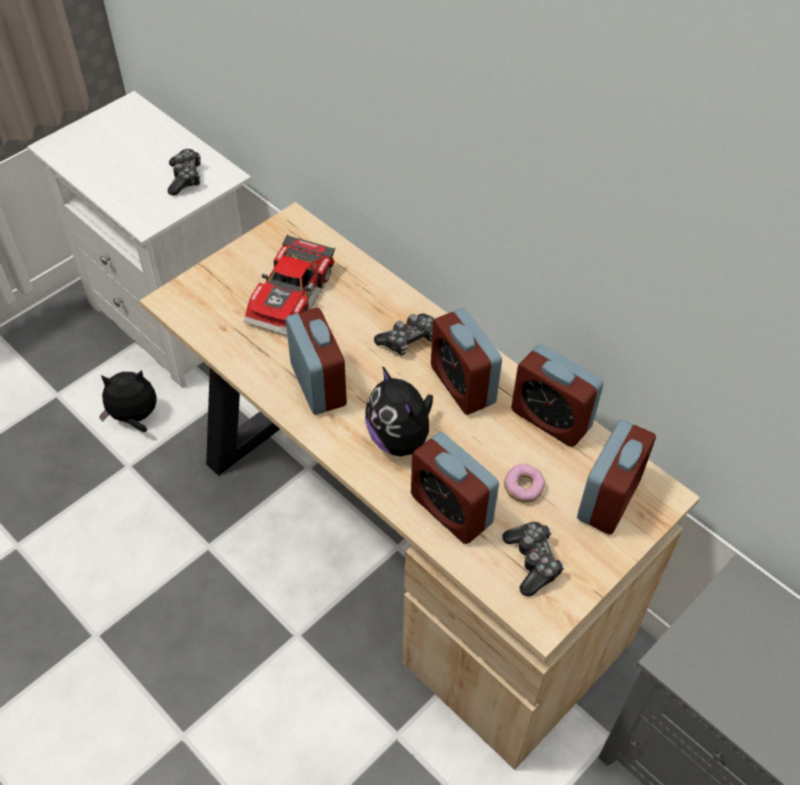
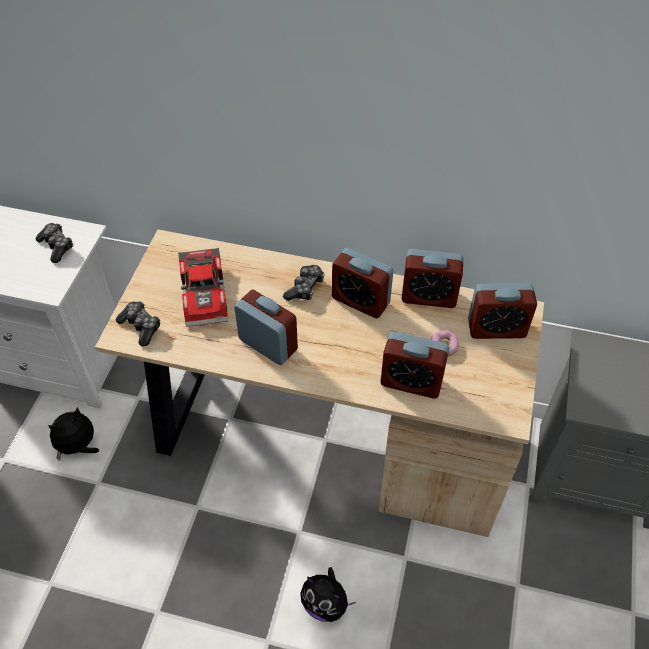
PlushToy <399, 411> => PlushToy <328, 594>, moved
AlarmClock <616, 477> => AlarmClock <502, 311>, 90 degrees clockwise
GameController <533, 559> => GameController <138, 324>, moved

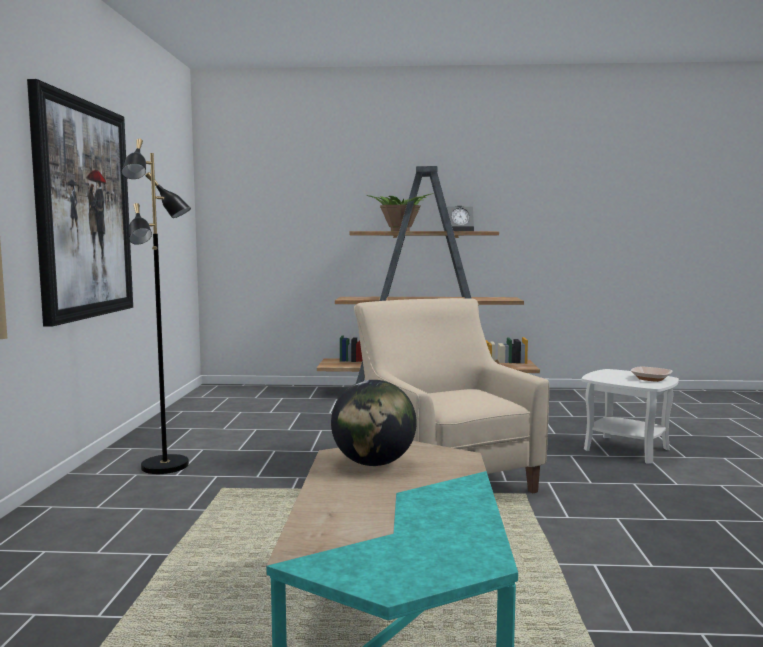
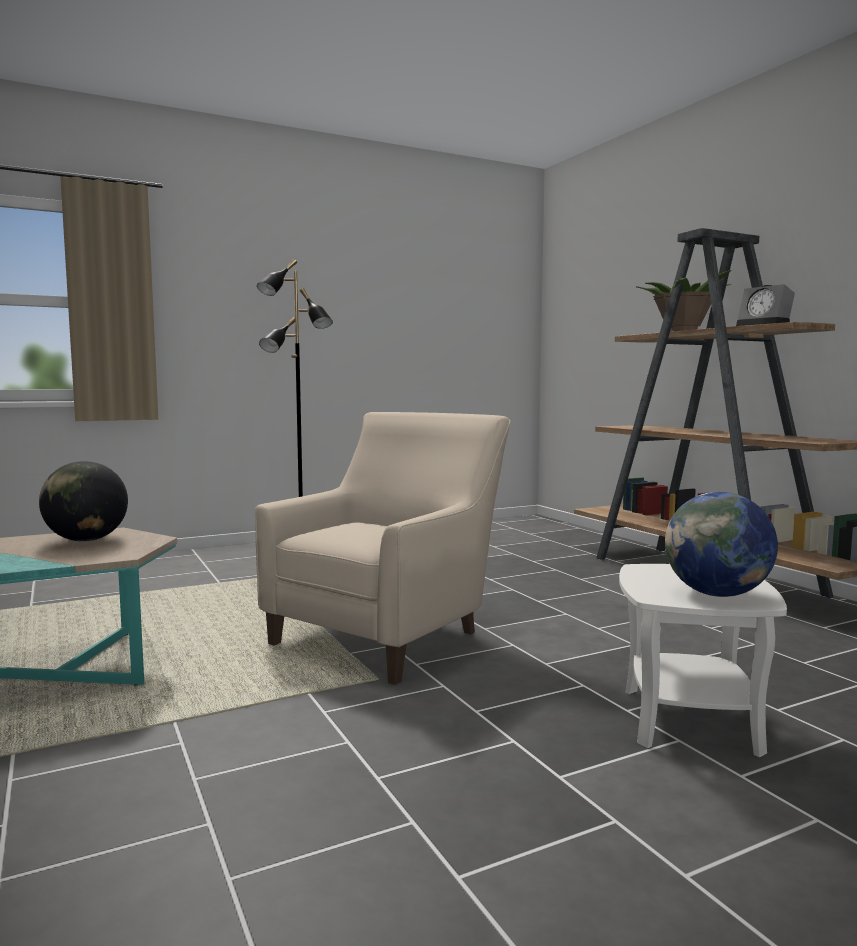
Picture <80, 203> => nothing
Bowl <652, 374> => Globe <721, 544>

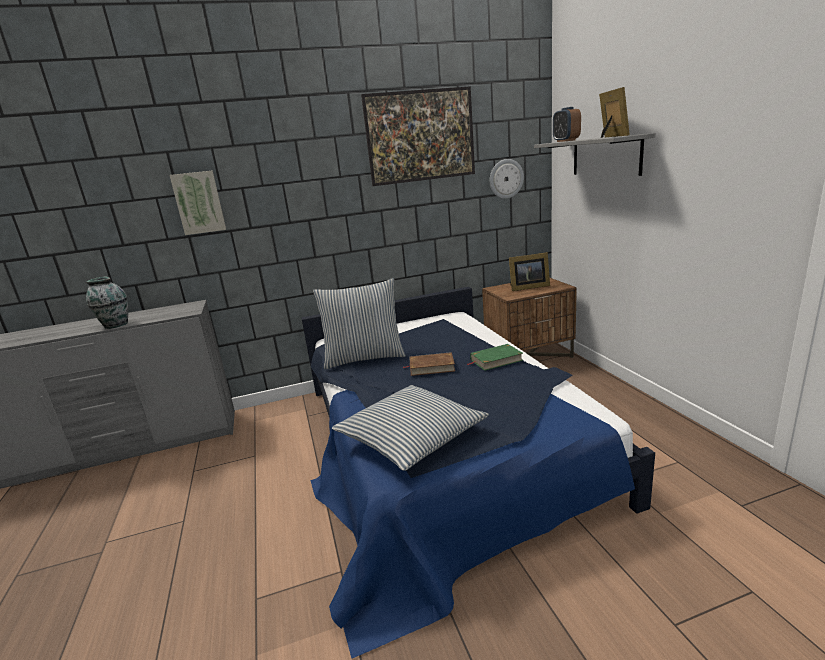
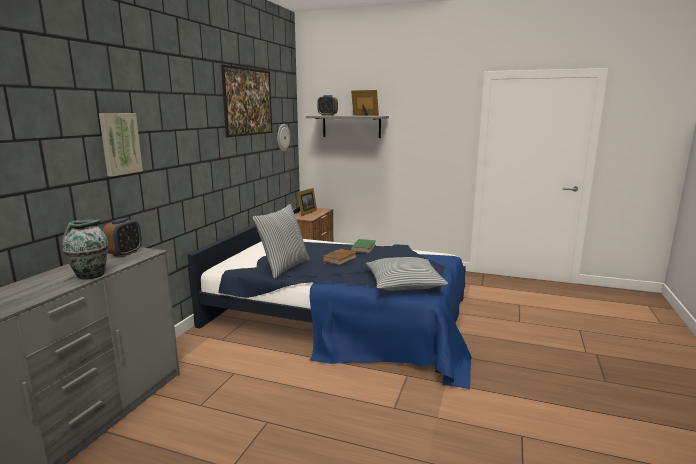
nothing => AlarmClock <122, 237>

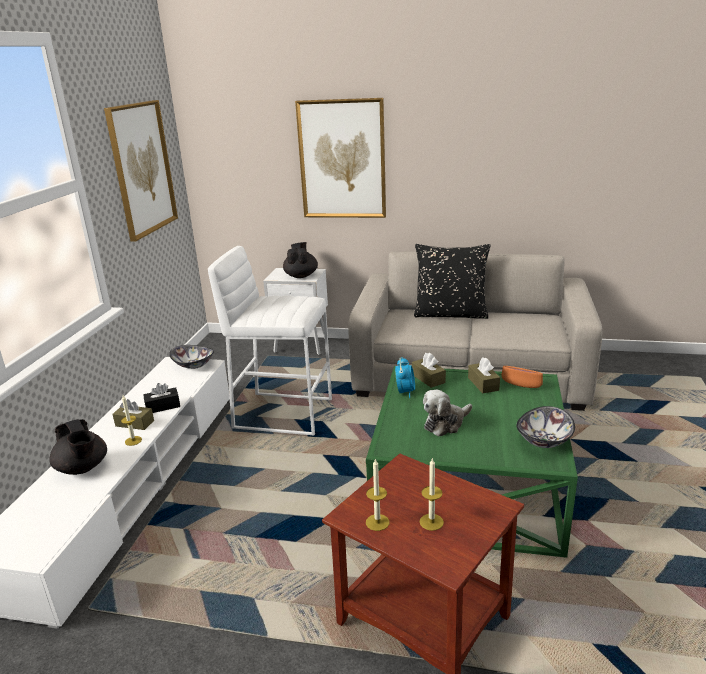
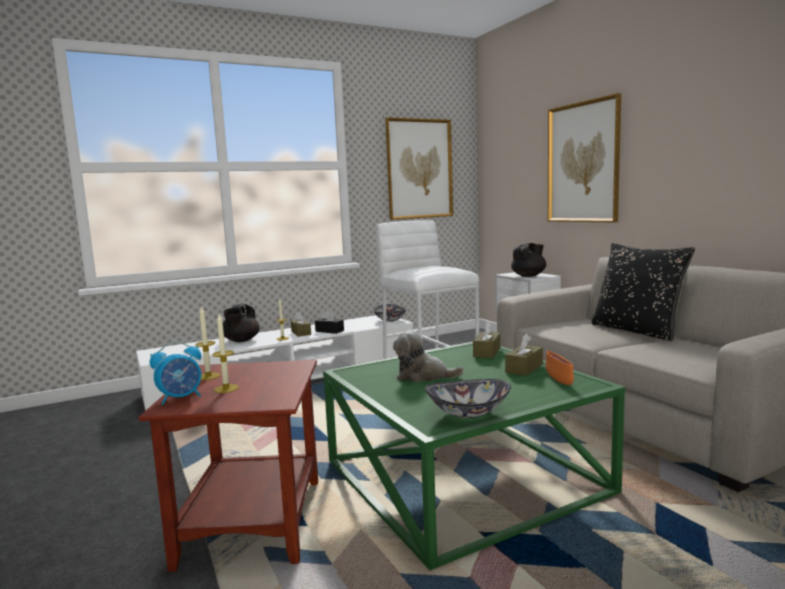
AlarmClock <405, 377> => AlarmClock <175, 373>, moved

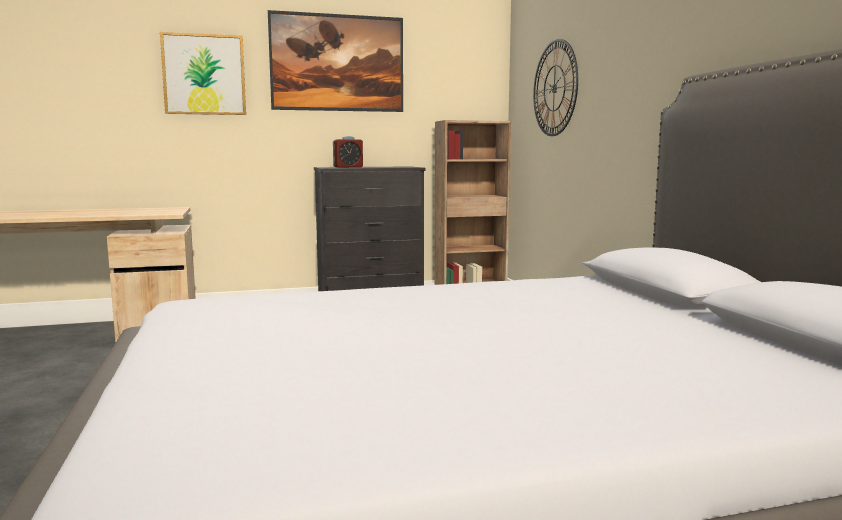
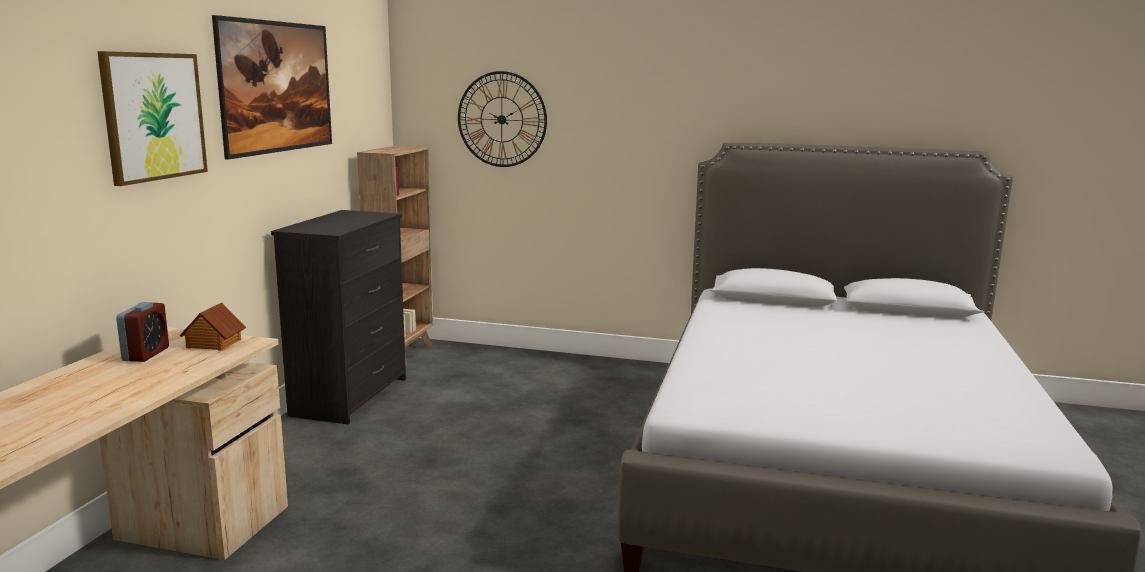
AlarmClock <348, 152> => AlarmClock <142, 332>, moved
nothing => ToyHouse <213, 327>

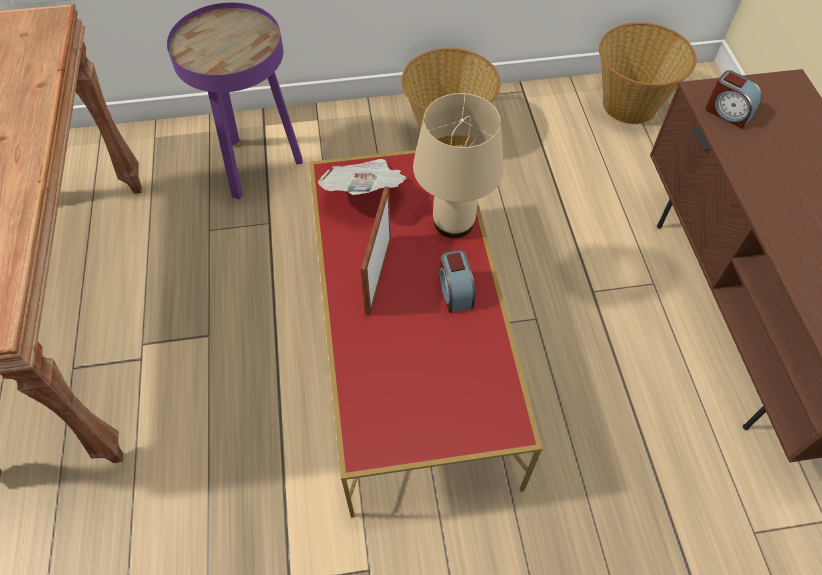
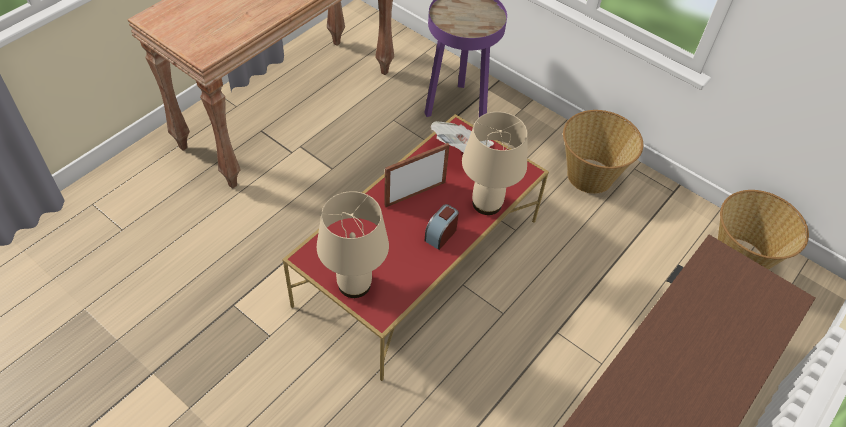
AlarmClock <734, 99> => nothing
nothing => BeigeTableLamp <353, 244>

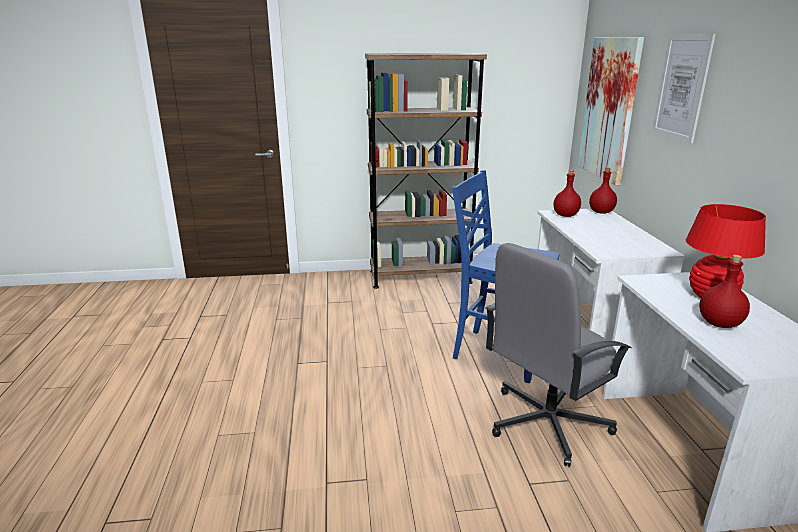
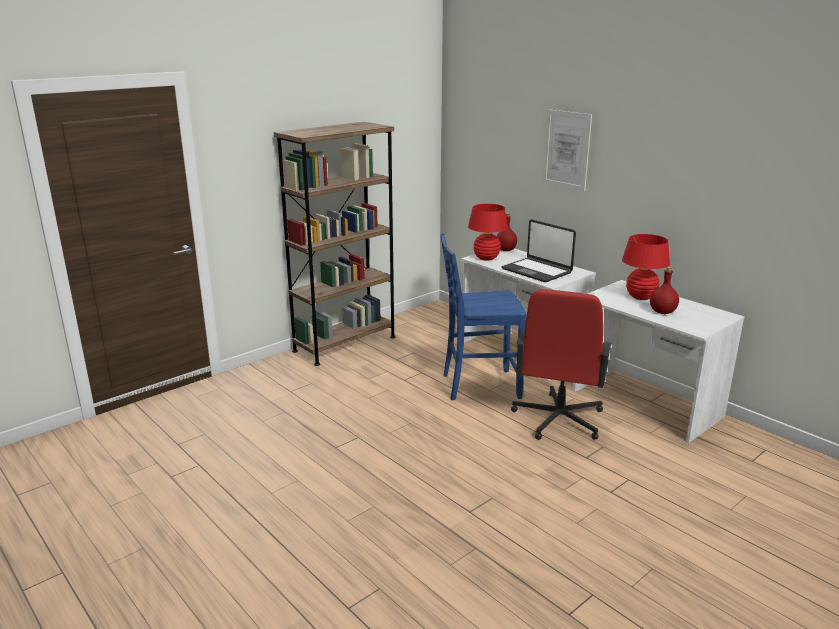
Picture <611, 111> => nothing
RedBottle <567, 193> => RedTableLamp <488, 232>
GreyOfficeChair <558, 355> => RedOfficeChair <561, 364>
nothing => Laptop <539, 250>

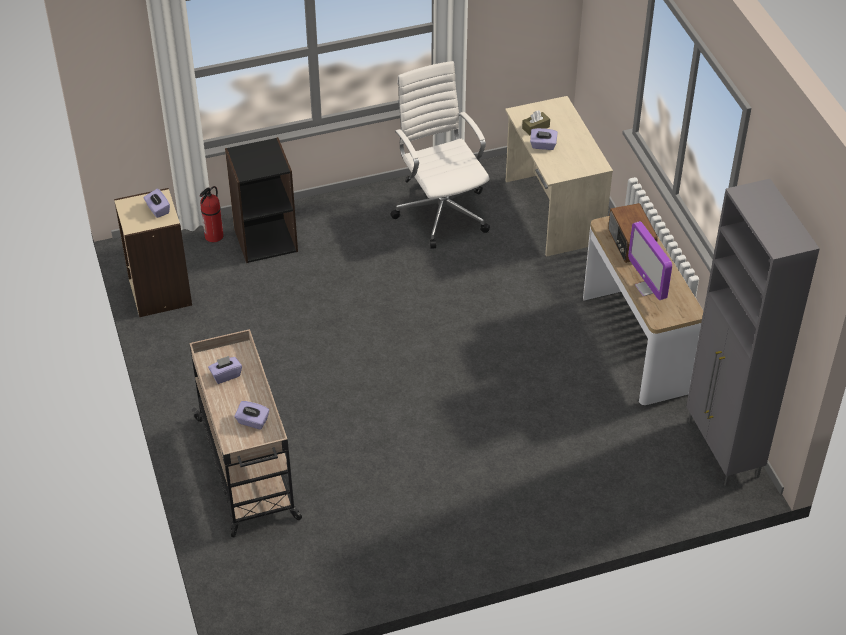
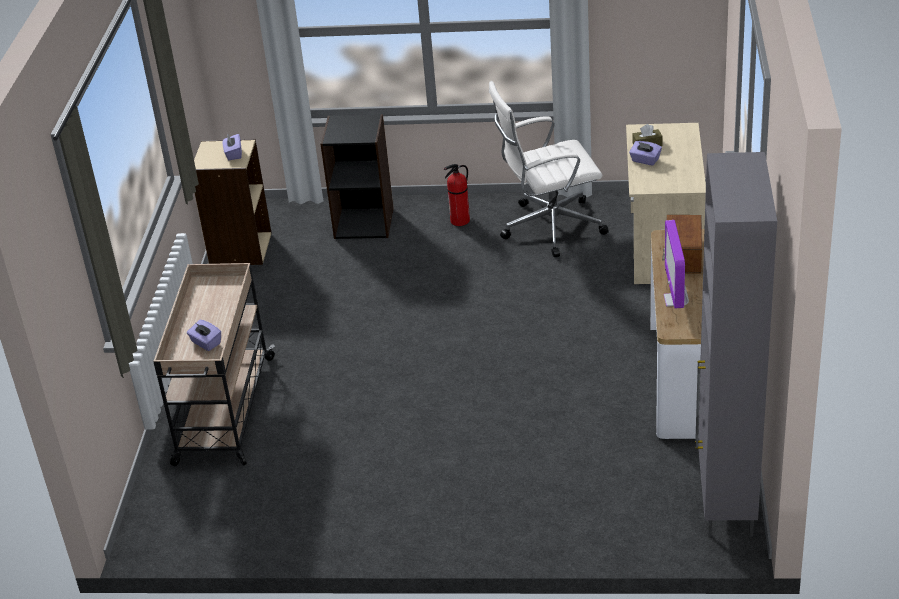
WhiteOfficeChair <440, 155> => WhiteOfficeChair <548, 169>, 105 degrees counterclockwise
FireExtinguisher <212, 214> => FireExtinguisher <457, 195>, moved
PurpleTissueBox <225, 370> => nothing

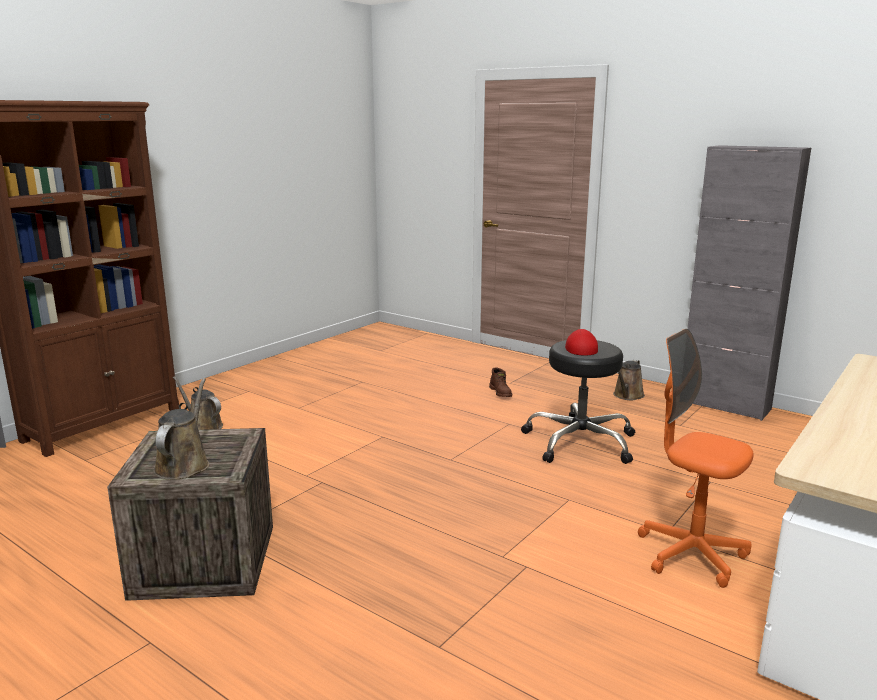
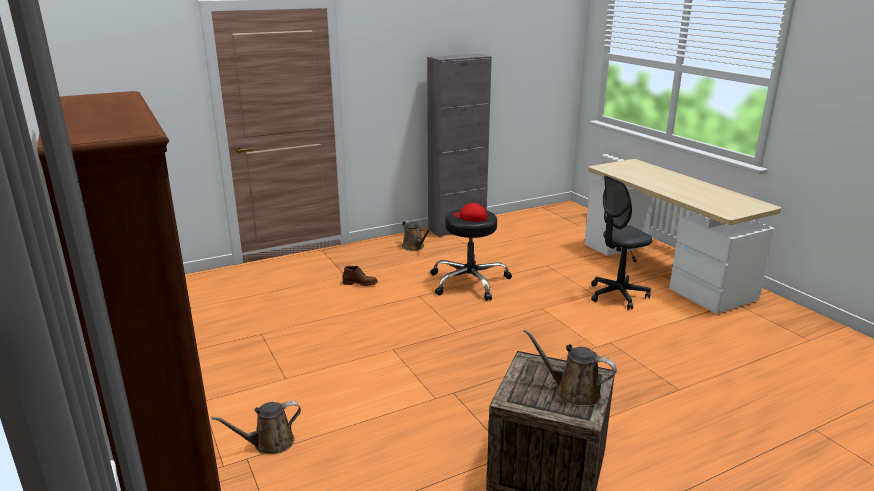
OrangeOfficeChair <696, 458> => GreyOfficeChair <621, 242>

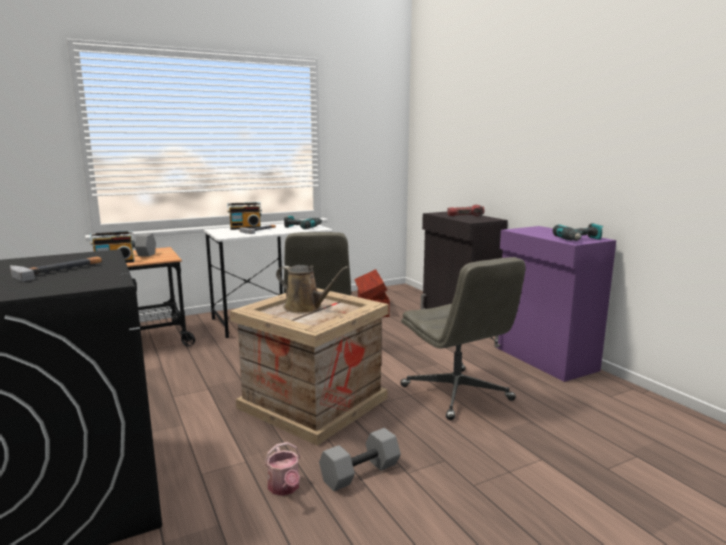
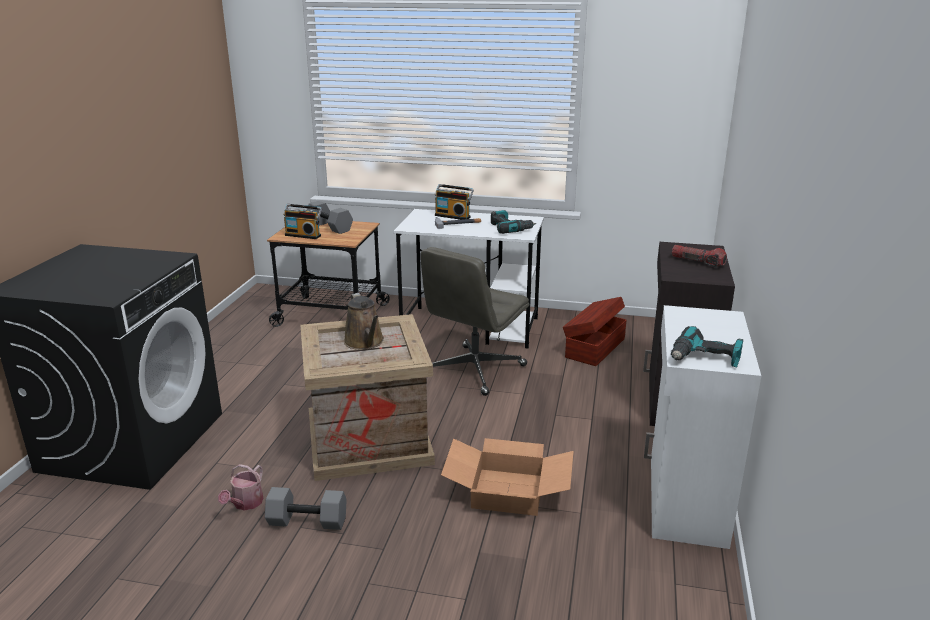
PurpleCabinet <555, 304> => WhiteCabinet <702, 427>
Hammer <56, 269> => nothing
GreyOfficeChair <463, 338> => CardboardBox <507, 477>

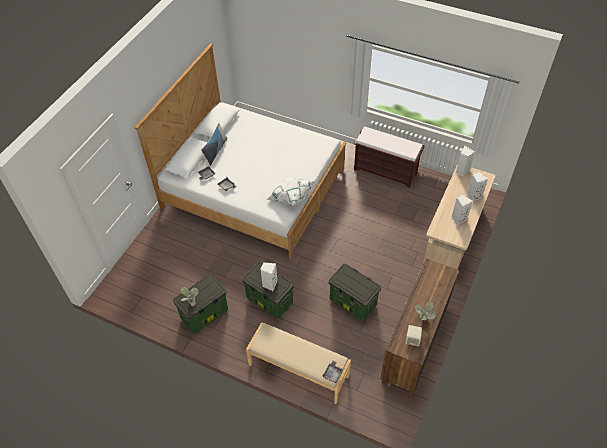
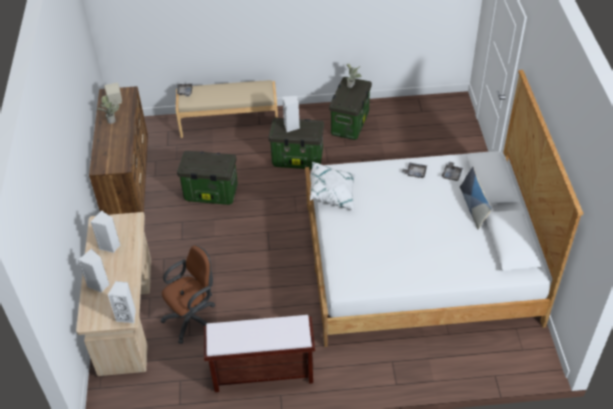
nothing => BrownOfficeChair <188, 294>

